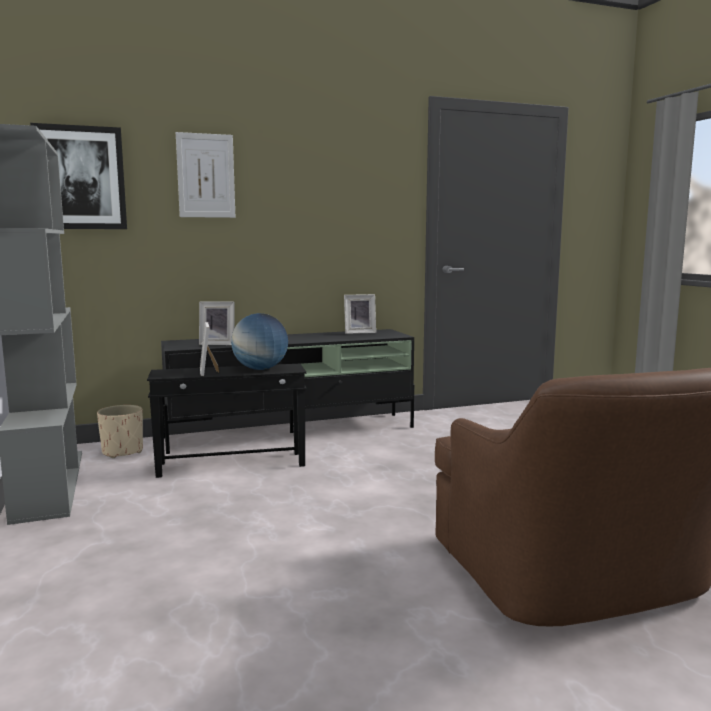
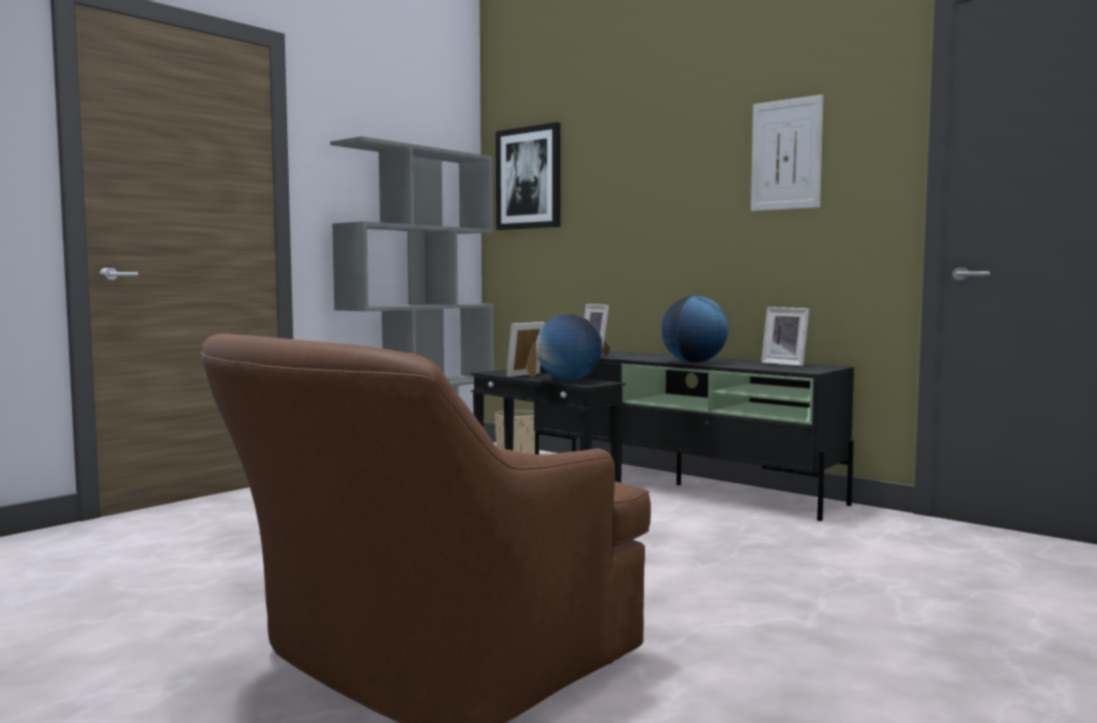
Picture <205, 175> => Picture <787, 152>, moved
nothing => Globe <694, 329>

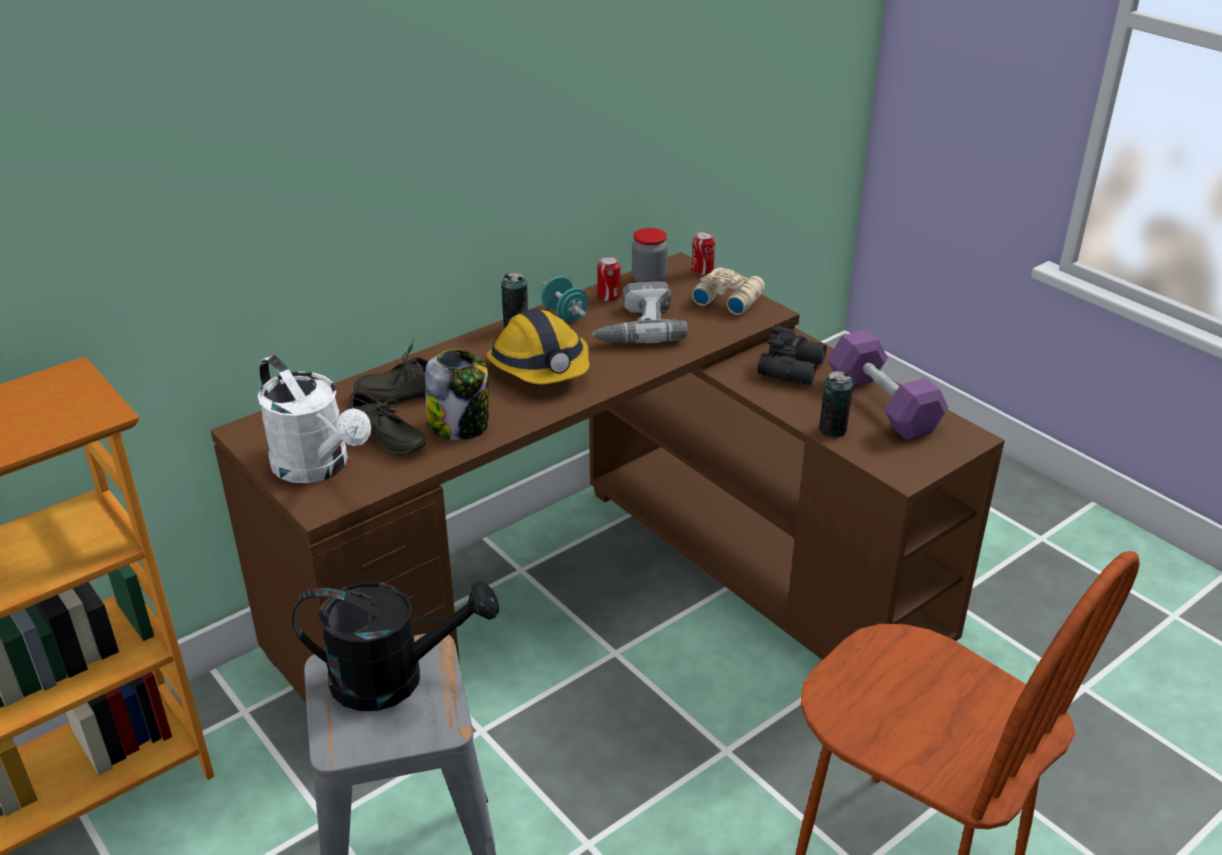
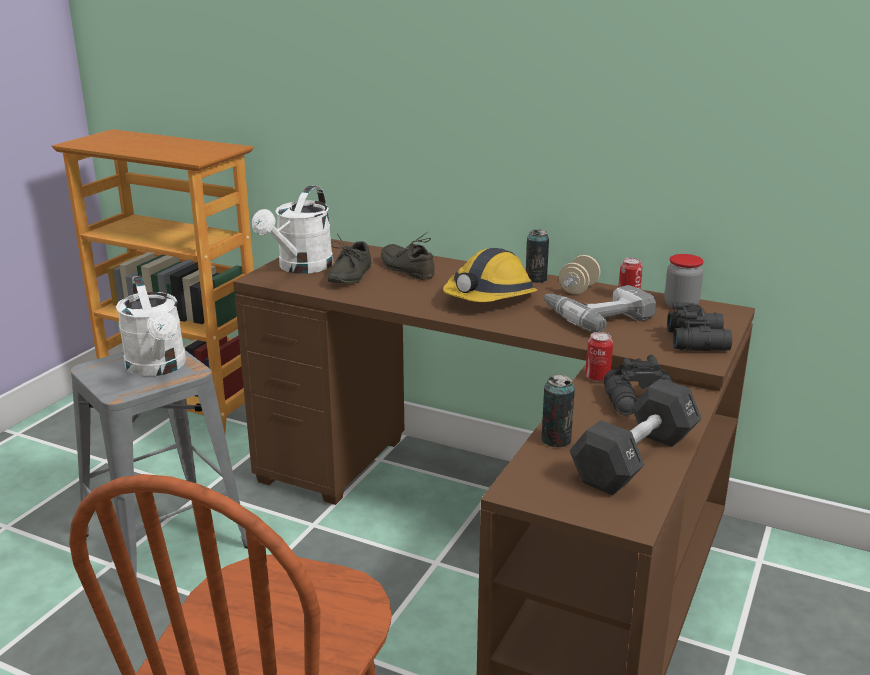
Can <703, 253> => Can <599, 357>, moved
BeigeBinoculars <728, 291> => BlackBinoculars <699, 326>
TurquoiseDumbbell <565, 299> => BeigeDumbbell <579, 274>
PurpleDumbbell <887, 384> => BlackDumbbell <636, 437>
Jar <457, 394> => nothing
BlackWateringCan <395, 646> => WhiteWateringCan <151, 326>

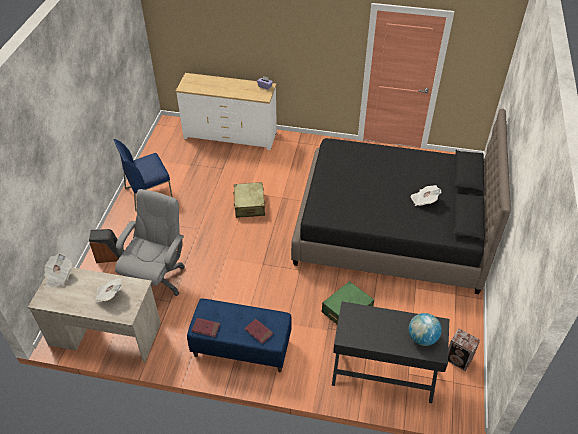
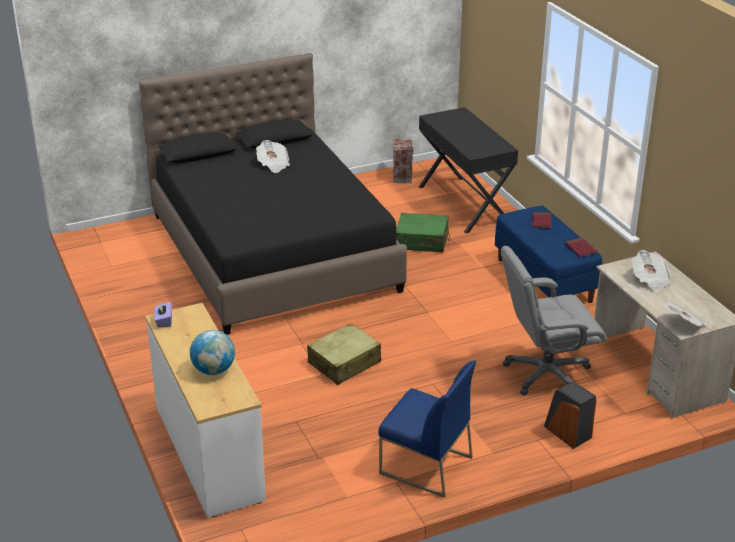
Globe <425, 329> => Globe <212, 352>, moved

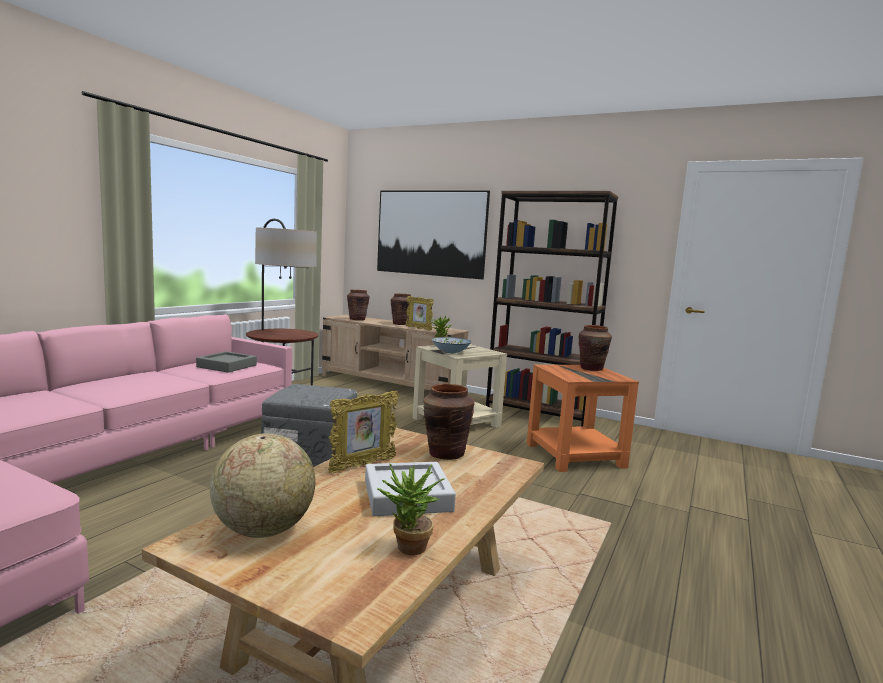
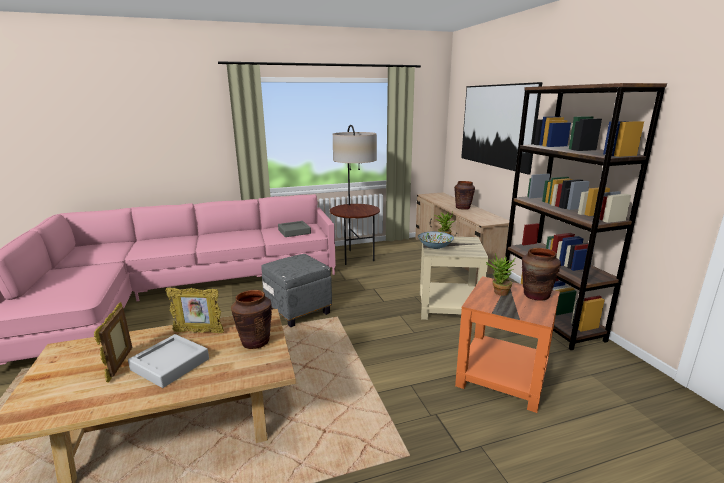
BrownVase <358, 305> => nothing
PictureFrame <419, 313> => PictureFrame <113, 342>, moved
Globe <262, 485> => nothing
PottedPlant <411, 509> => PottedPlant <500, 274>, moved

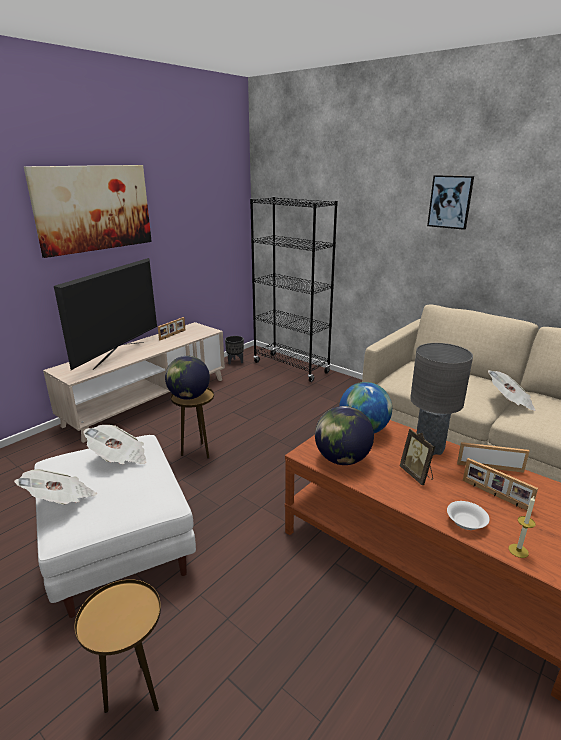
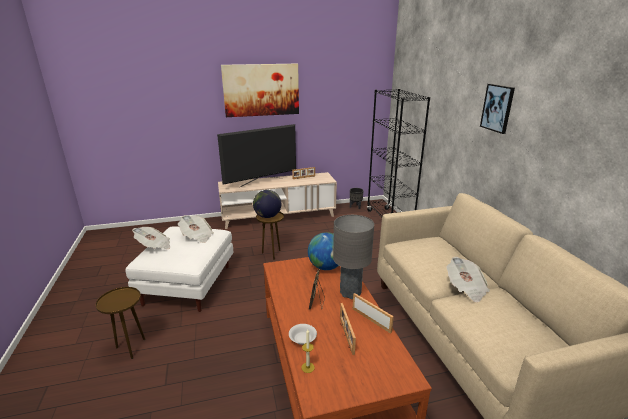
Globe <344, 435> => nothing

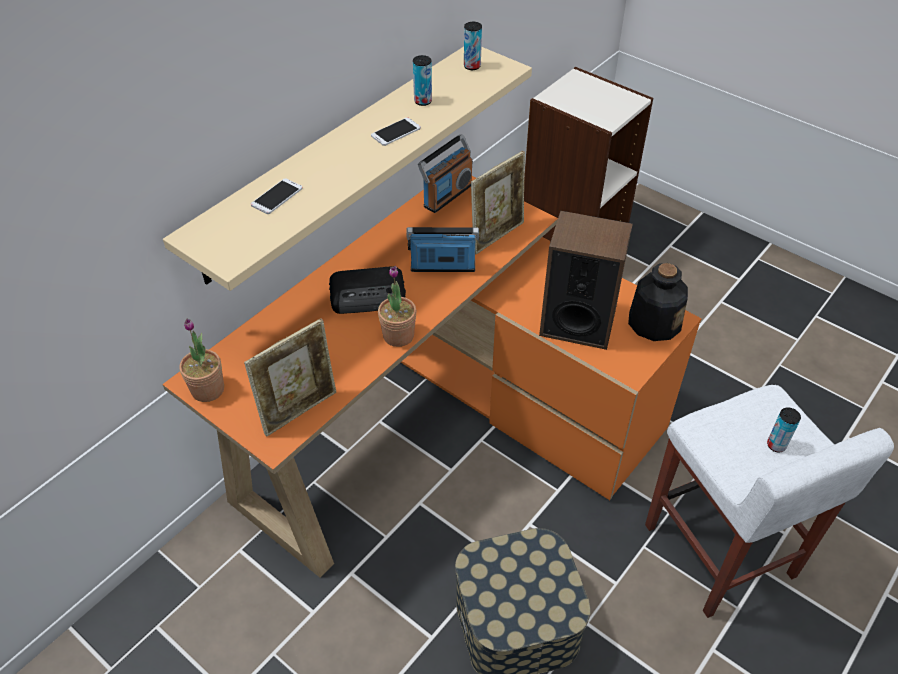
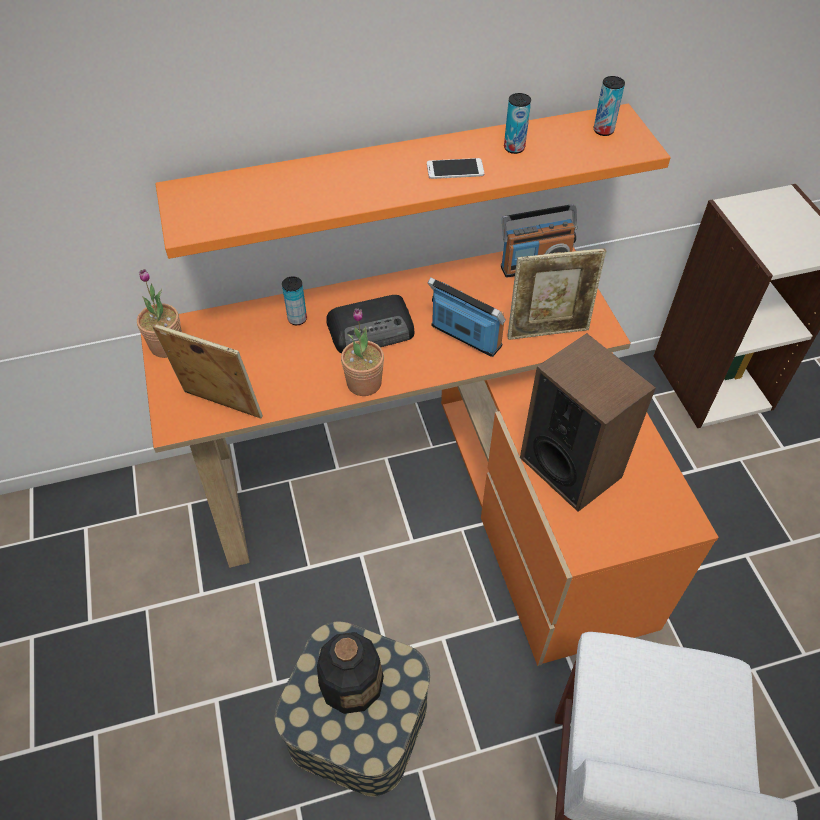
BeigeShelf <347, 169> => OrangeShelf <413, 181>
Phone <277, 196> => nothing
Bottle <658, 302> => Bottle <350, 673>, moved
Radio <367, 290> => Radio <370, 324>, 45 degrees counterclockwise
PictureFrame <290, 377> => PictureFrame <207, 371>, 150 degrees counterclockwise
Can <784, 429> => Can <294, 300>, moved

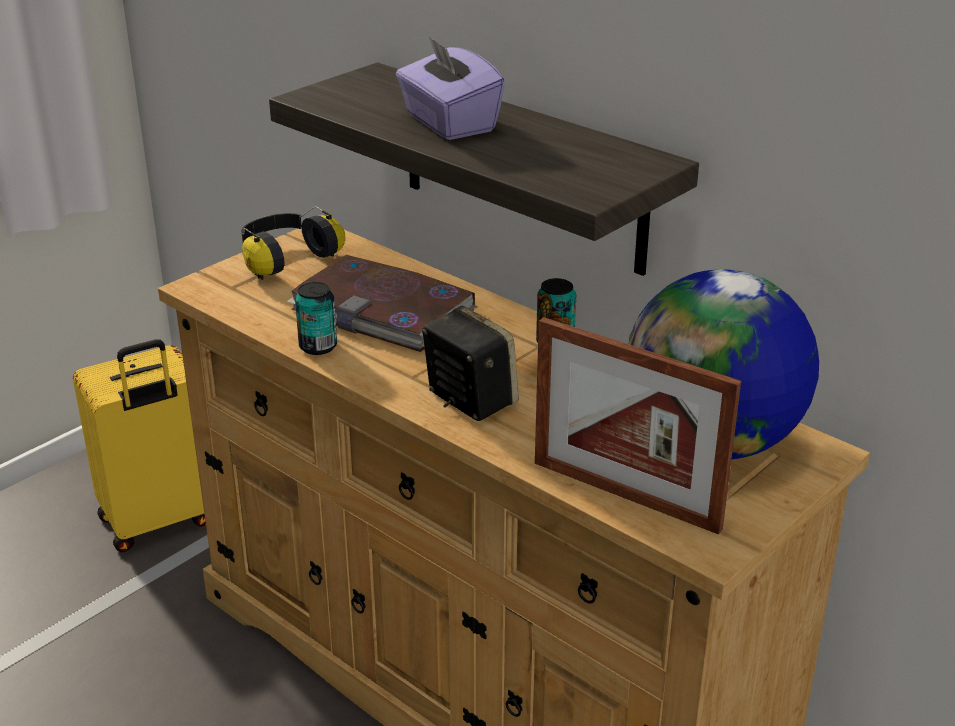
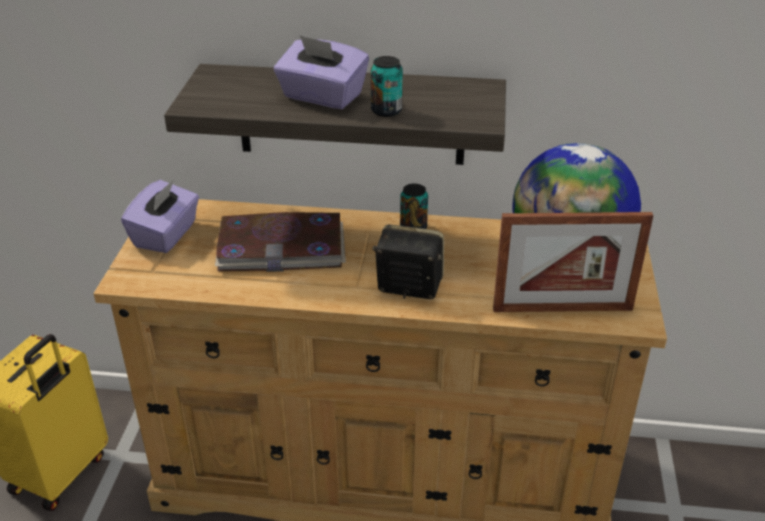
Headphones <293, 243> => PurpleTissueBox <160, 216>
Can <316, 318> => Can <387, 86>, moved

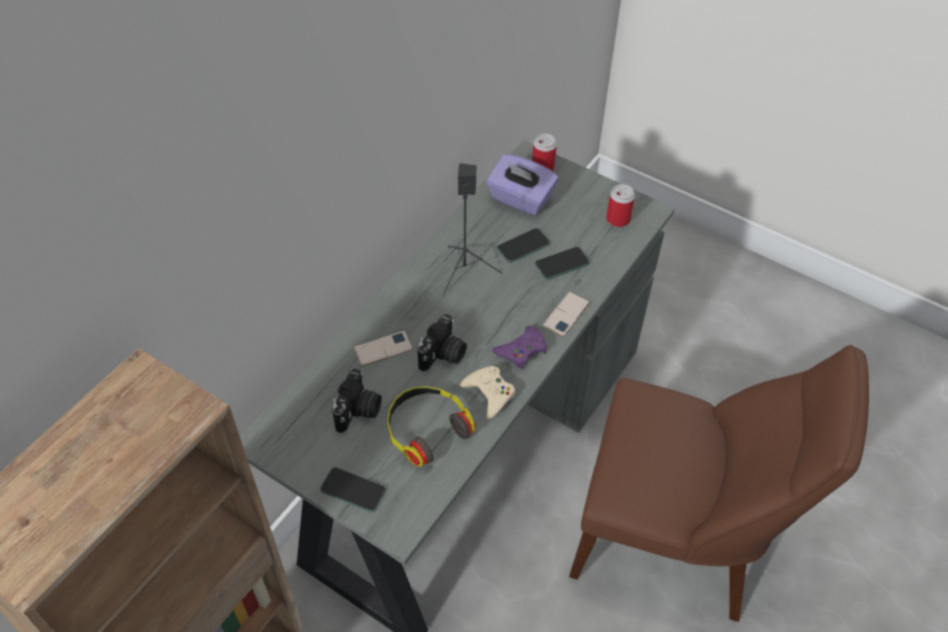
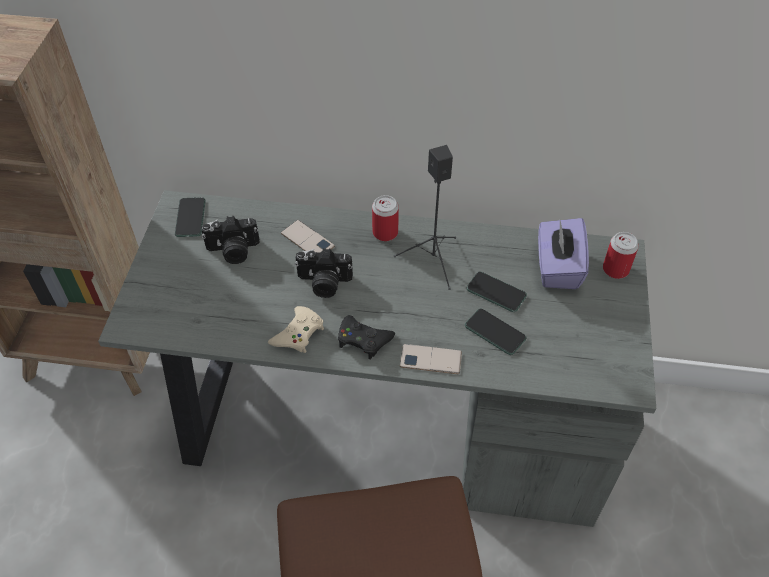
Can <620, 205> => Can <385, 218>, moved
PurpleGameController <519, 347> => BlackGameController <366, 337>
Headphones <431, 426> => nothing
Phone <353, 489> => Phone <190, 217>, moved

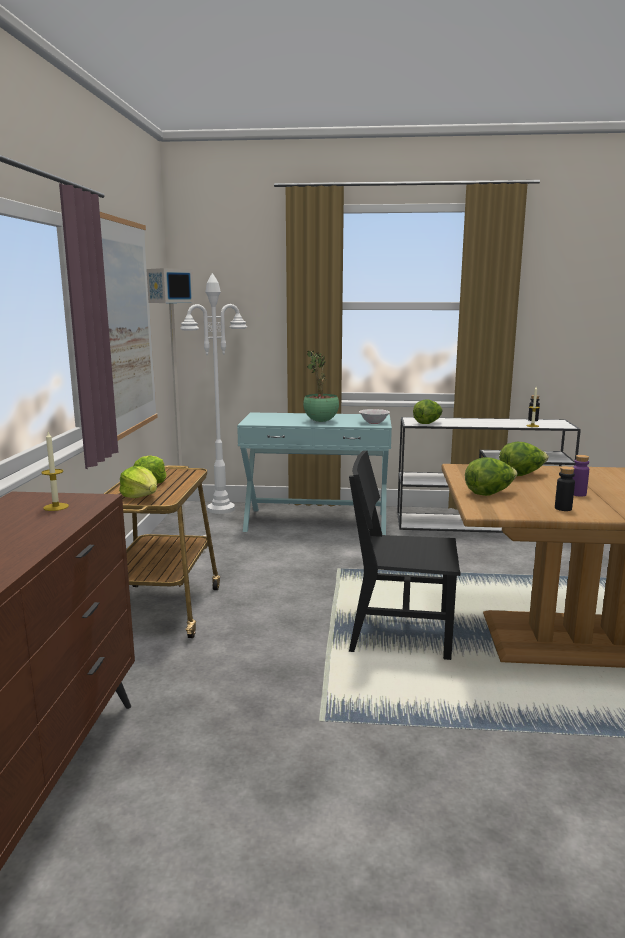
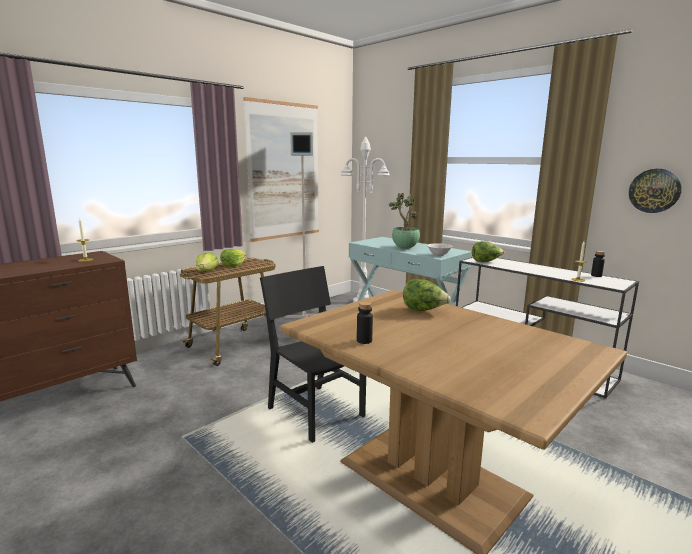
PurpleBottle <581, 476> => nothing
Lettuce <491, 476> => nothing
nothing => WallClock <655, 191>

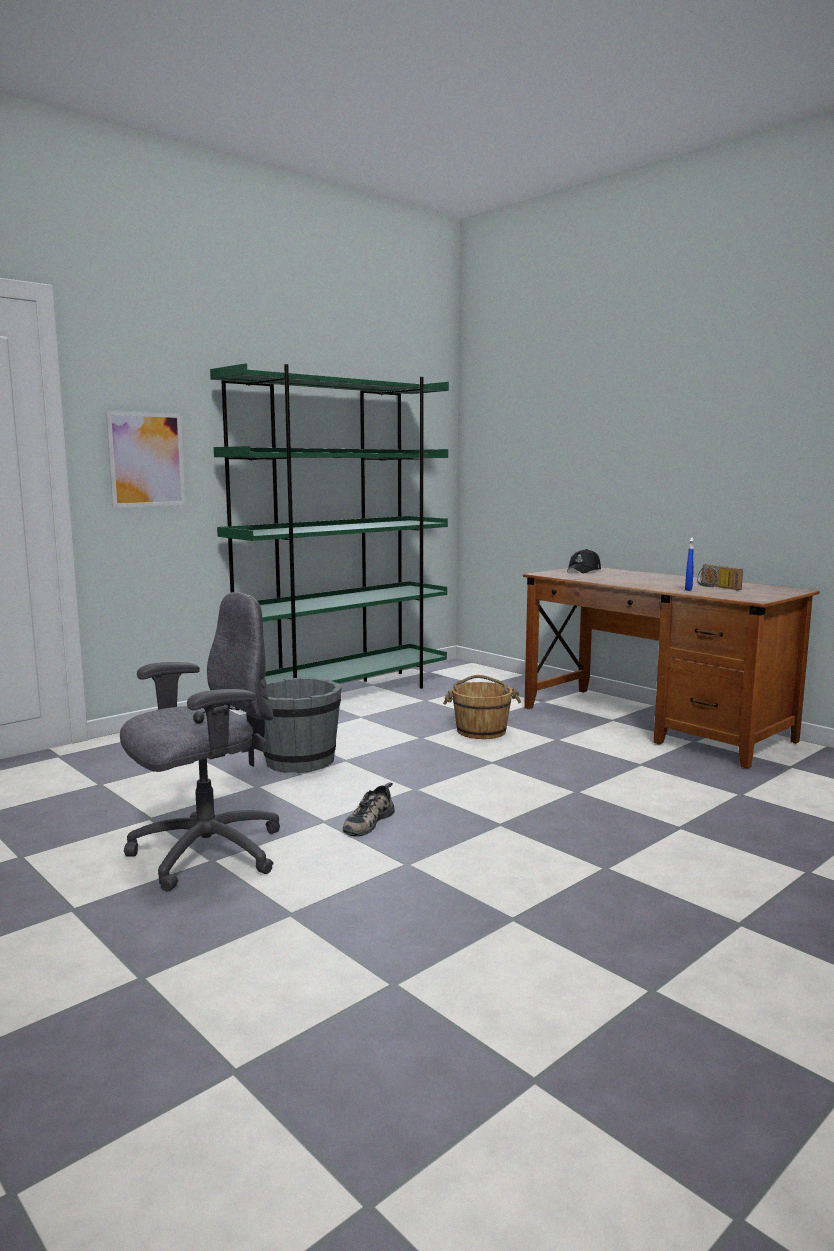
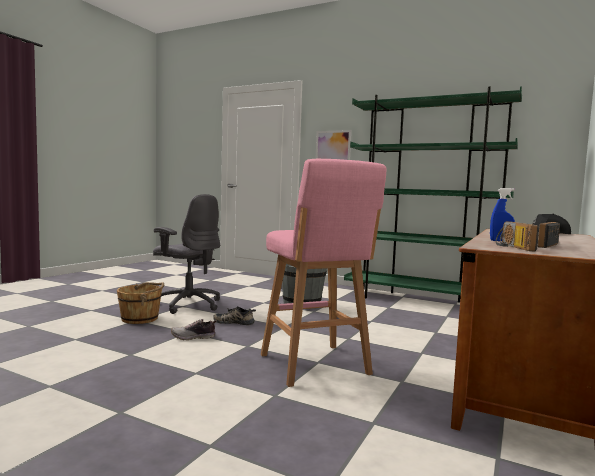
BrownBucket <482, 707> => BrownBucket <140, 303>, moved
nothing => PinkStool <323, 273>
nothing => Radio <517, 236>
nothing => Shoe <194, 329>

